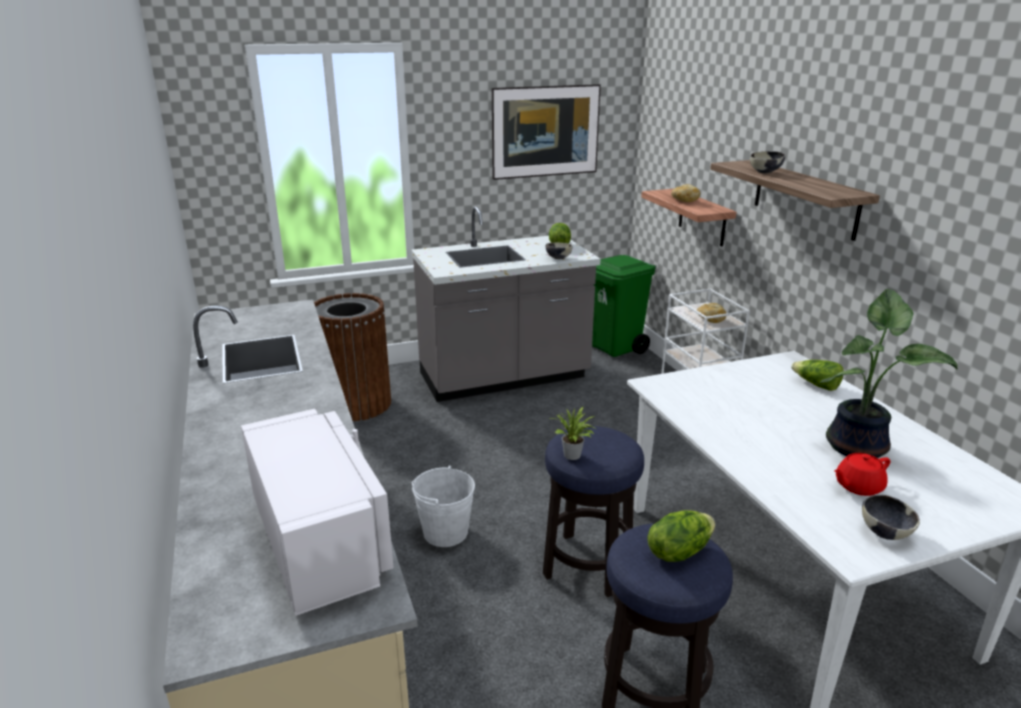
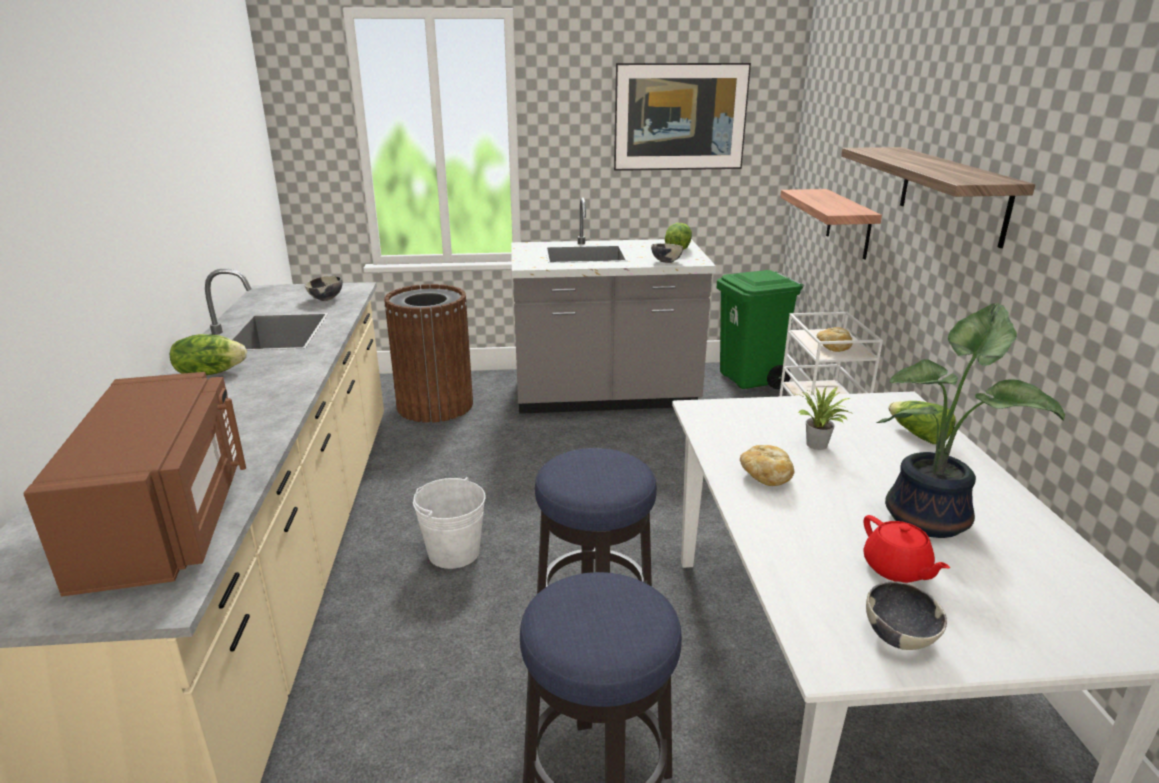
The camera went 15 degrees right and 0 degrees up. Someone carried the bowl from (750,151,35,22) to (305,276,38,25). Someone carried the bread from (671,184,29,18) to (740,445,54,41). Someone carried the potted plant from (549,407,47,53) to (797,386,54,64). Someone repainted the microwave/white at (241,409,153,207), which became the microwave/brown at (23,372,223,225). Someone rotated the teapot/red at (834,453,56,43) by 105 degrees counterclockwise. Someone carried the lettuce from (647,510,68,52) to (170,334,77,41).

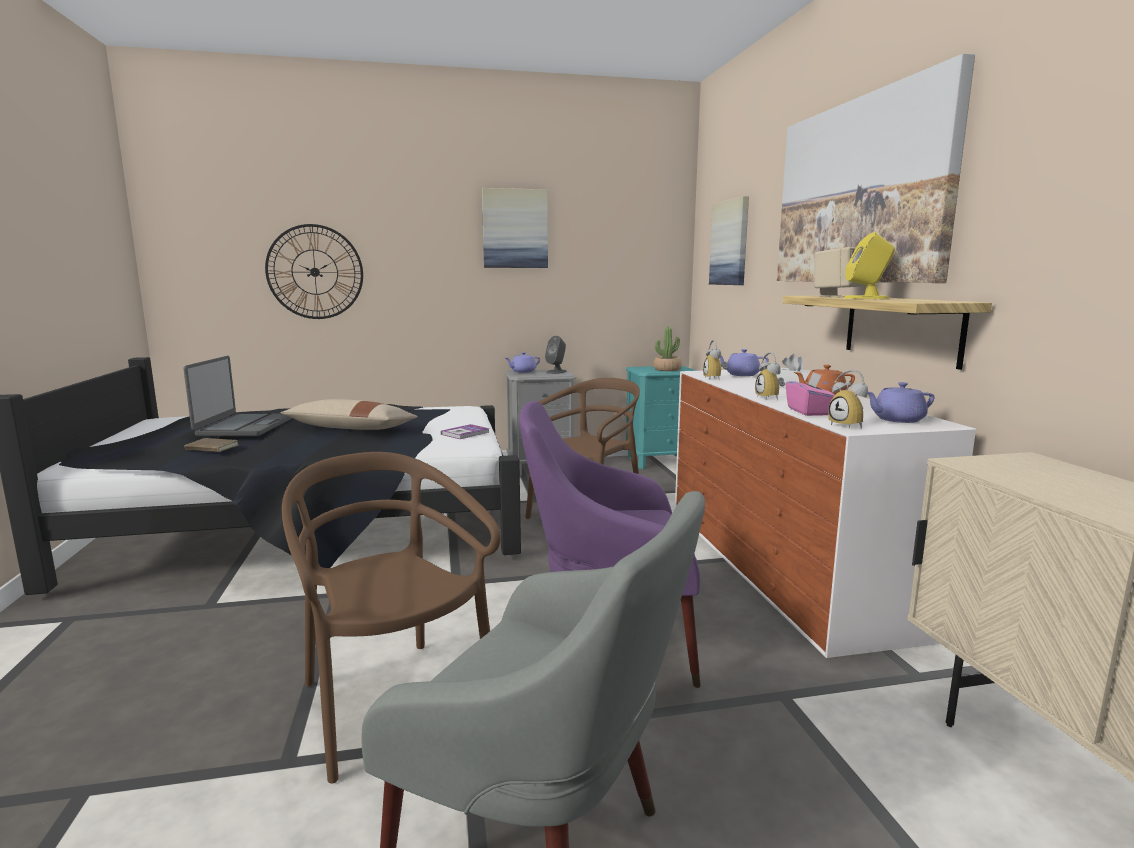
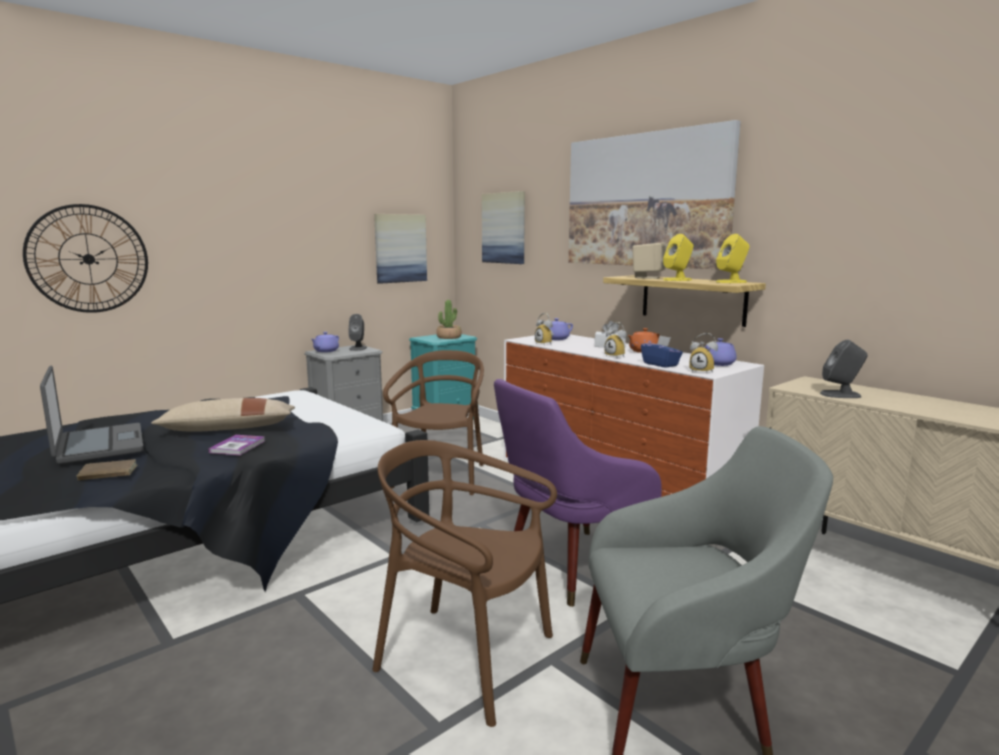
The camera went 30 degrees left and 0 degrees up. Someone carried the picture from (482,188,66,80) to (374,214,53,70). Someone repainted the tissue box/pink at (786,372,49,44), which became the tissue box/blue at (641,335,42,33). Someone carried the book from (441,424,49,15) to (208,435,57,20). Someone put down the speaker/yellow at (716,234,33,49). Someone put down the speaker/grey at (820,340,48,58).

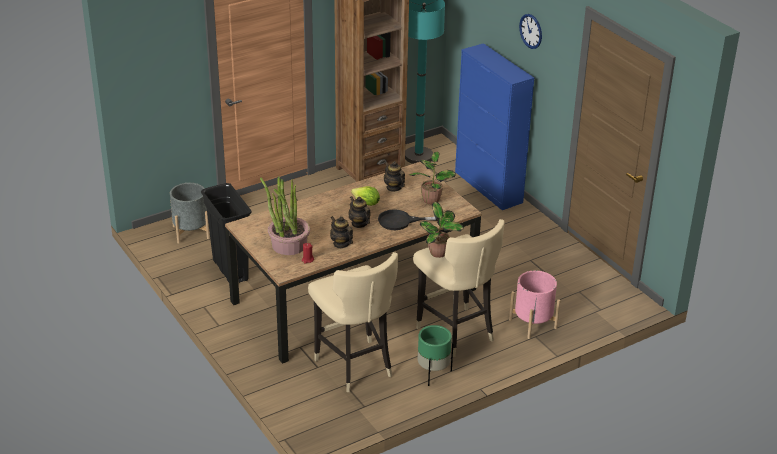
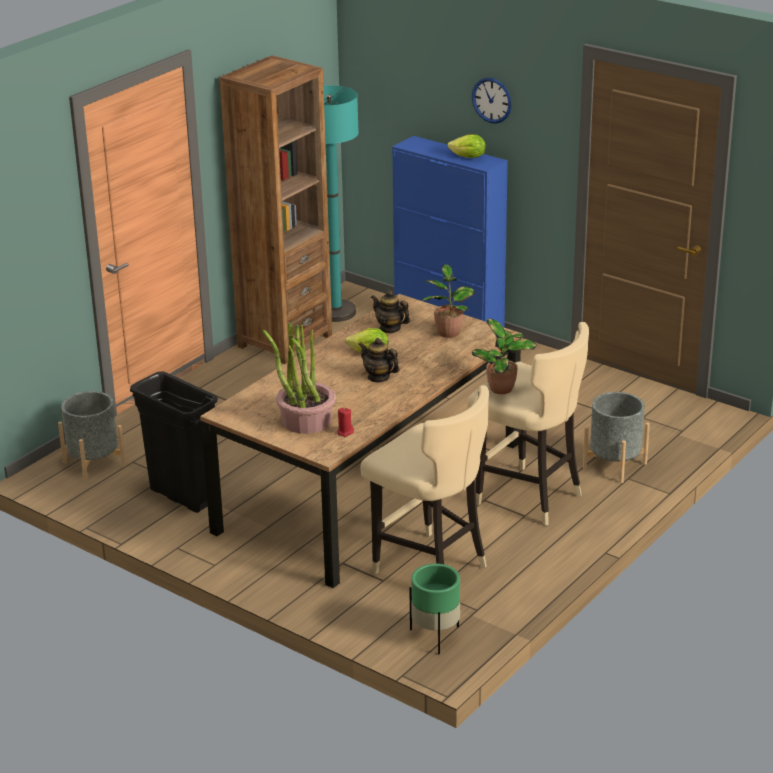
The camera went 20 degrees left and 5 degrees down. Someone took away the frying pan/black at (378,209,61,21). Someone took away the teapot at (330,216,23,32). Someone repainted the planter/pink at (509,270,51,69), which became the planter/grey at (583,392,67,91). Someone carried the planter/green from (418,325,35,61) to (409,564,51,90). Someone put down the lettuce at (447,134,39,24).

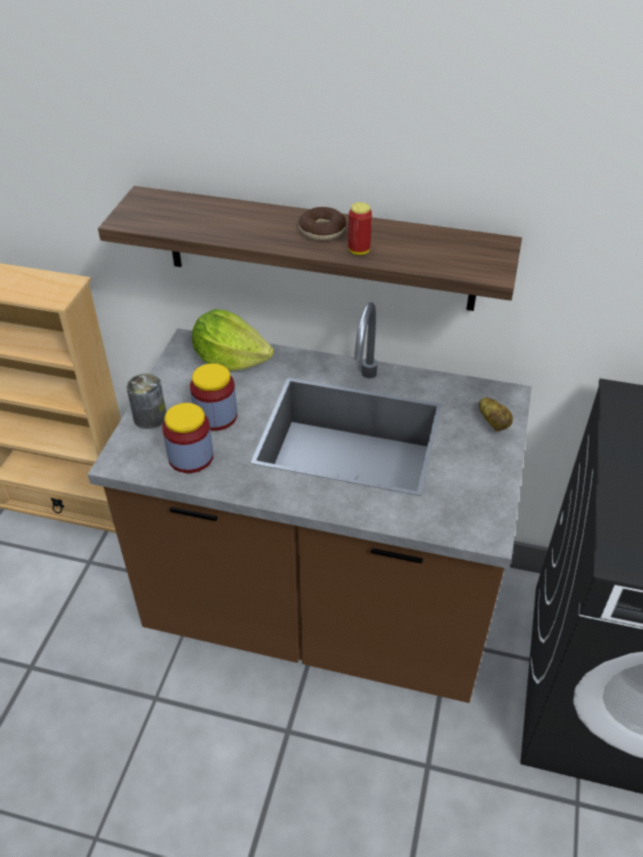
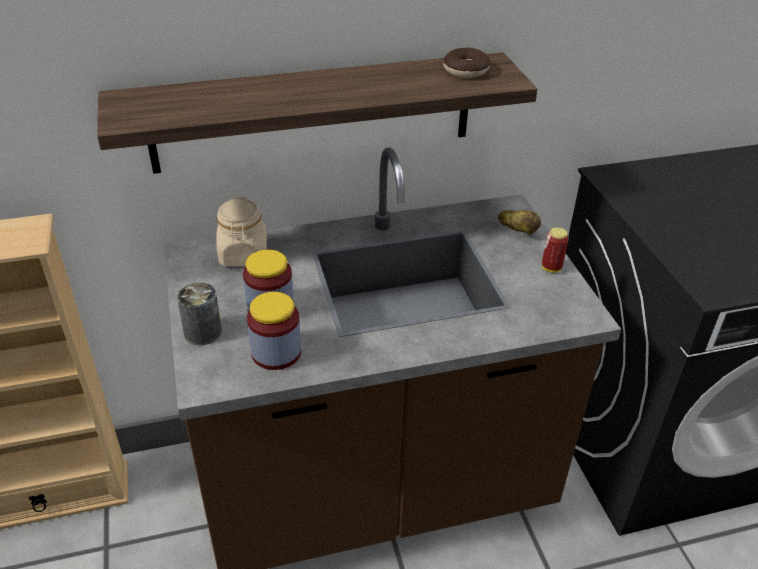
The camera went 30 degrees left and 5 degrees down. Someone carried the can from (348,202,24,53) to (542,227,27,46). Someone carried the donut from (299,207,47,33) to (443,48,47,30). Someone swapped the lettuce at (192,309,82,62) for the jar/beige at (216,197,51,70).

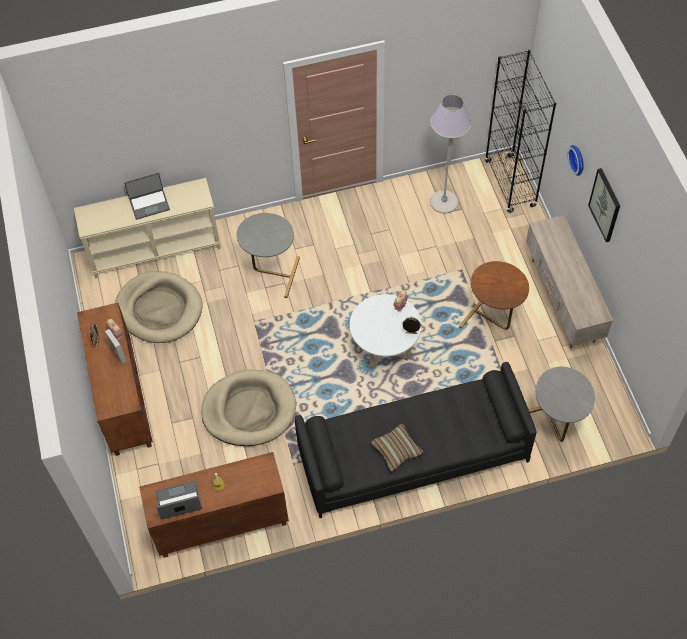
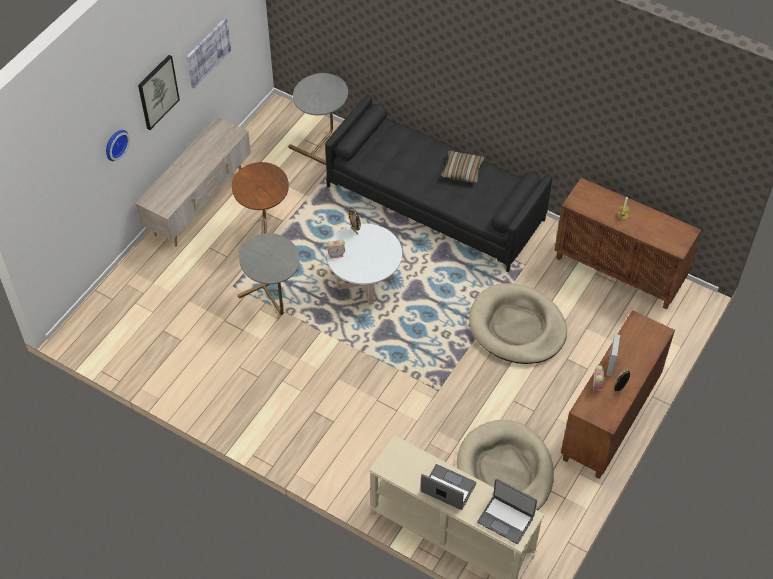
The camera went 135 degrees left and 5 degrees down. Someone took away the bookcase/black at (485,50,71,163). Someone took away the floor lamp/grey at (430,95,42,118). Someone carried the side table/grey from (237,213,63,85) to (237,233,63,82). Someone carried the laptop from (156,481,46,39) to (477,479,60,65). Someone put up the picture at (187,18,44,70).

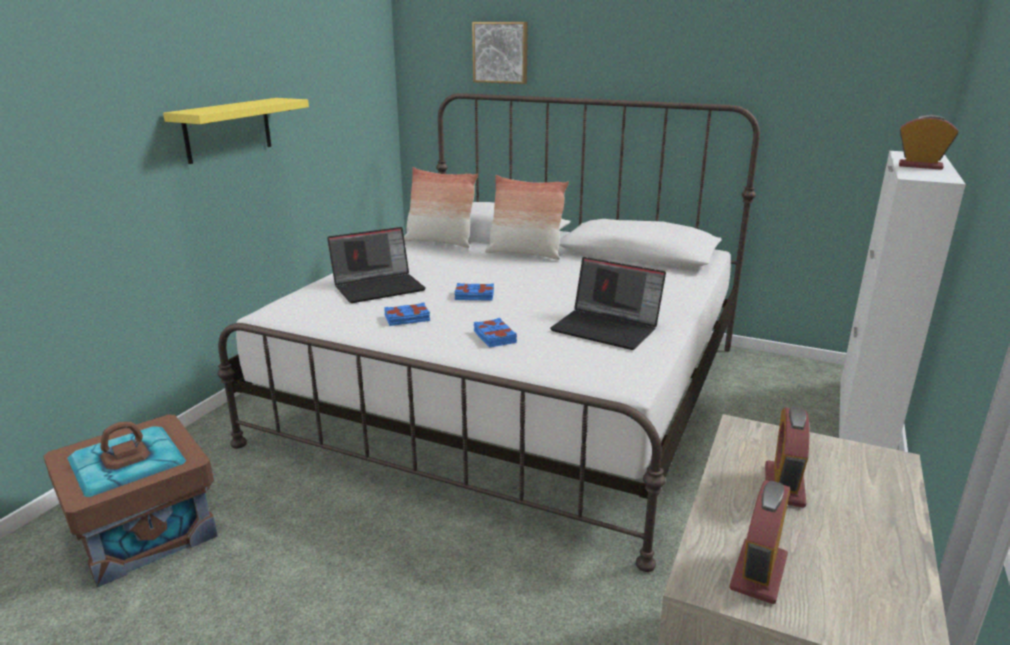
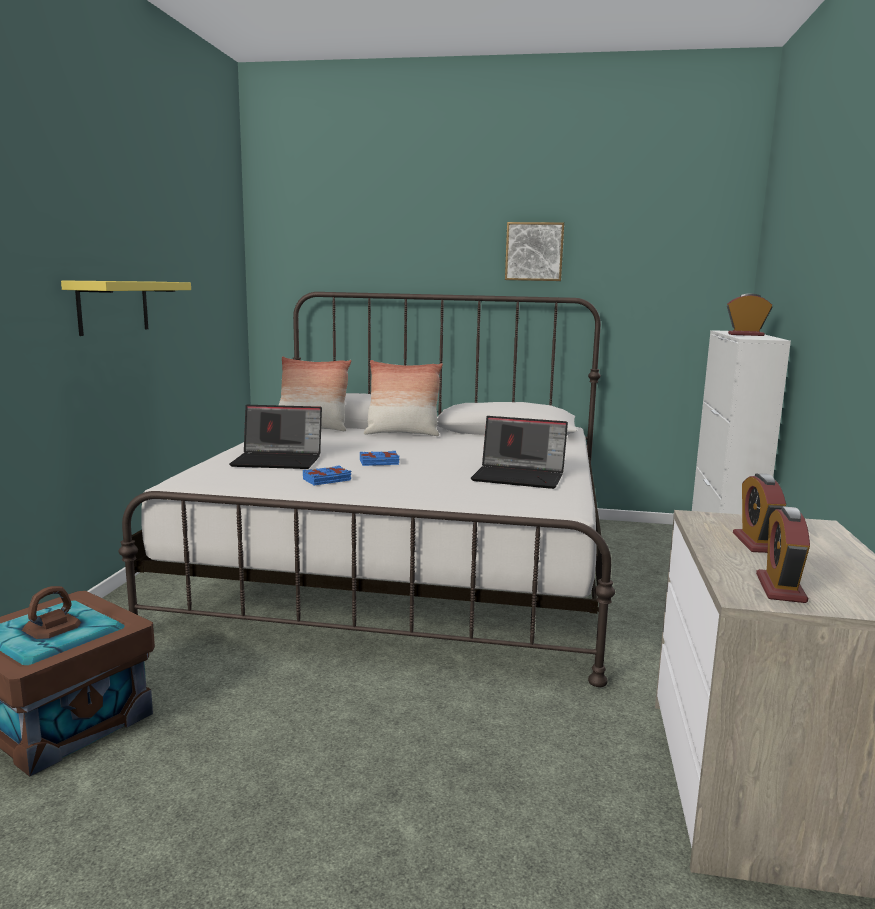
The camera went 15 degrees left and 10 degrees down. Someone carried the picture from (472,22,56,62) to (505,222,59,59). Someone rotated the laptop at (327,227,99,76) by 45 degrees clockwise. Someone took away the book/blue at (474,318,43,30).

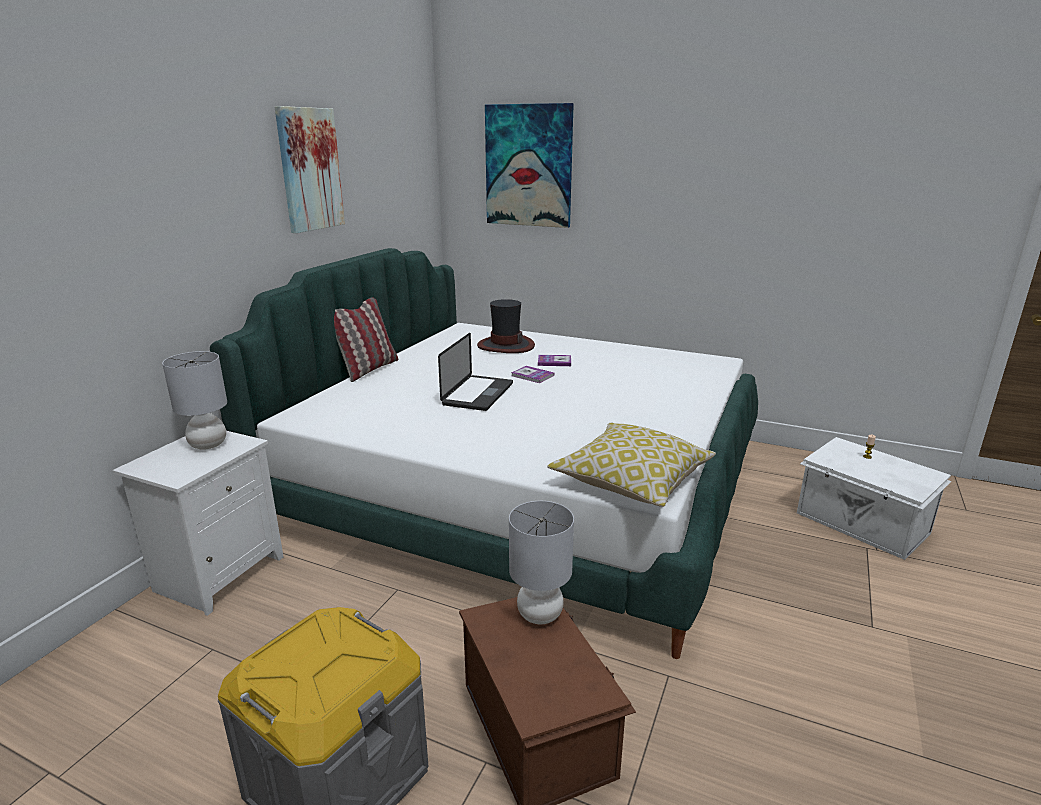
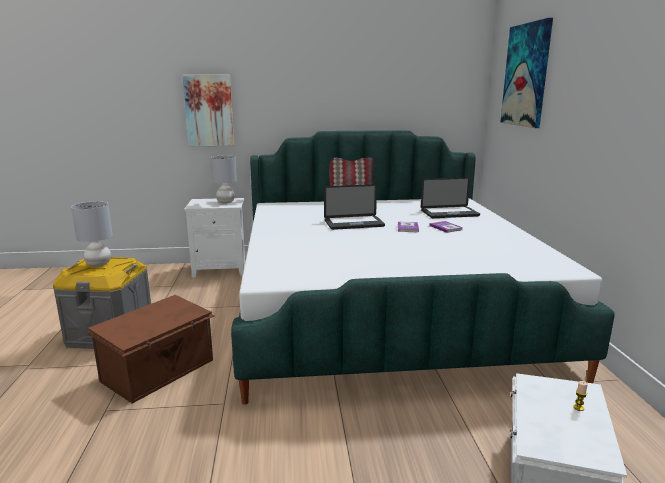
The camera went 60 degrees right and 5 degrees down. Someone carried the picture from (275,106,70,127) to (182,75,52,71). Someone swapped the hat at (477,299,58,54) for the laptop at (421,177,59,41). Someone took away the pillow at (547,423,169,84). Someone carried the table lamp/grey from (509,501,65,123) to (71,201,42,65).

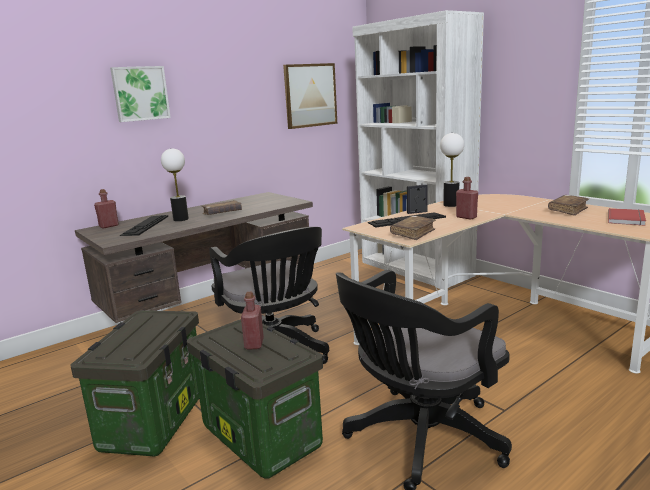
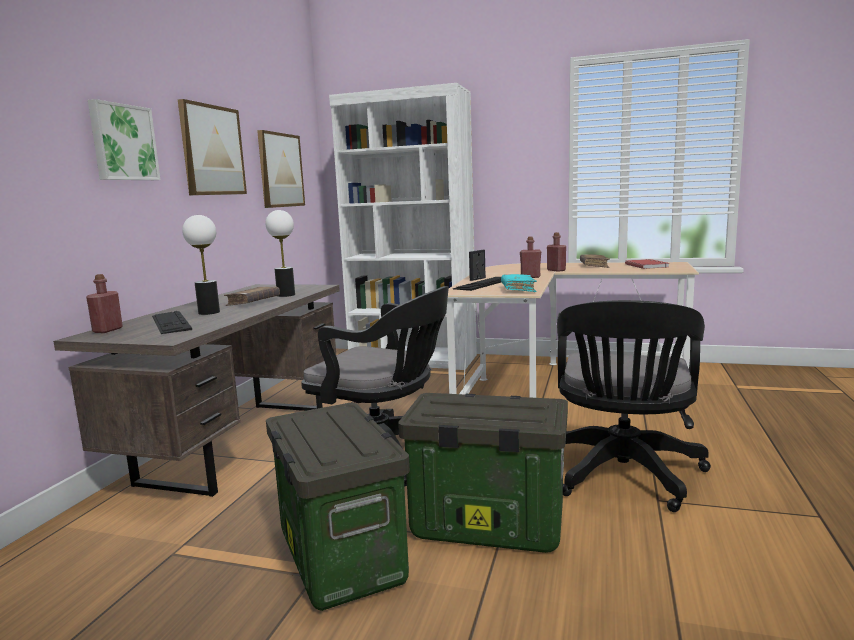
The camera went 35 degrees left and 5 degrees down. Someone carried the table lamp from (440,133,24,74) to (266,210,29,87). Someone repainted the book/brown at (390,215,46,25), which became the book/turquoise at (501,274,36,18). Someone carried the bottle/red from (241,292,23,58) to (547,232,19,40). Someone put up the picture at (178,99,69,96).

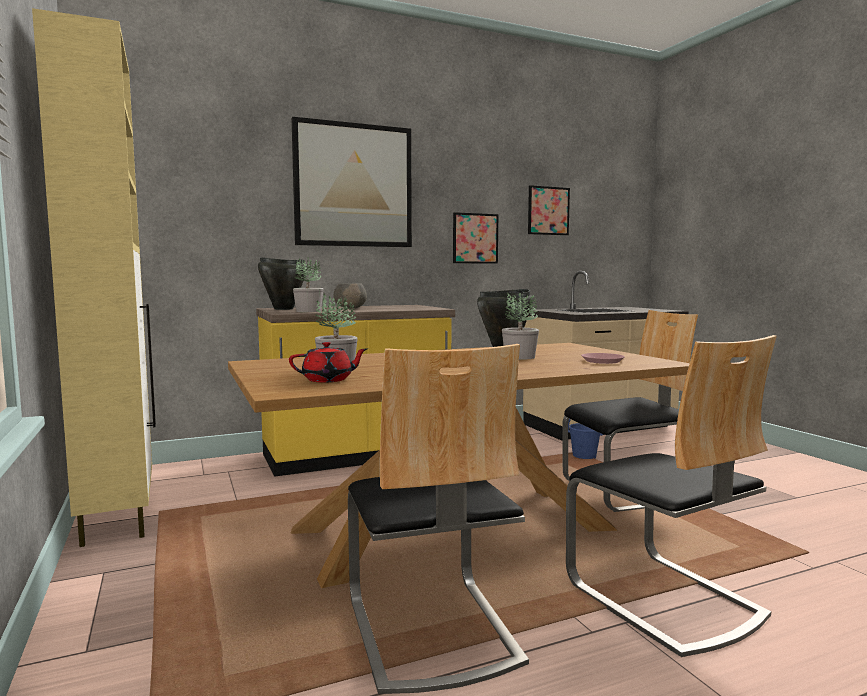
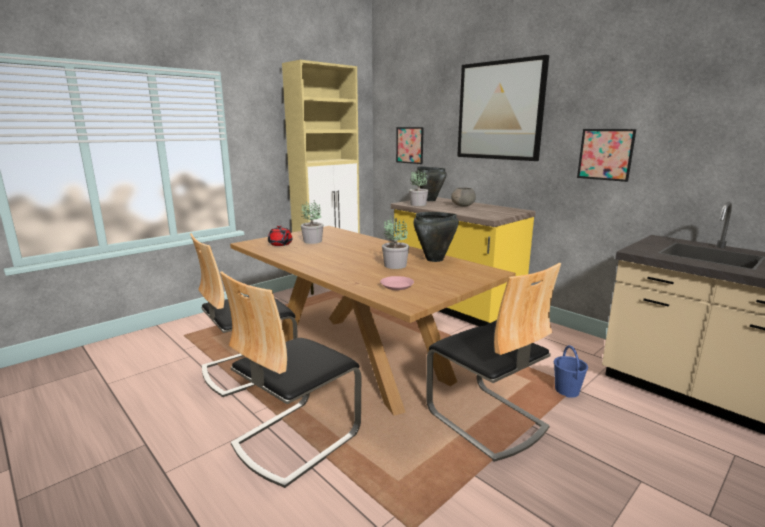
The camera went 70 degrees right and 10 degrees up. Someone carried the picture from (528,185,42,50) to (396,127,28,37).

